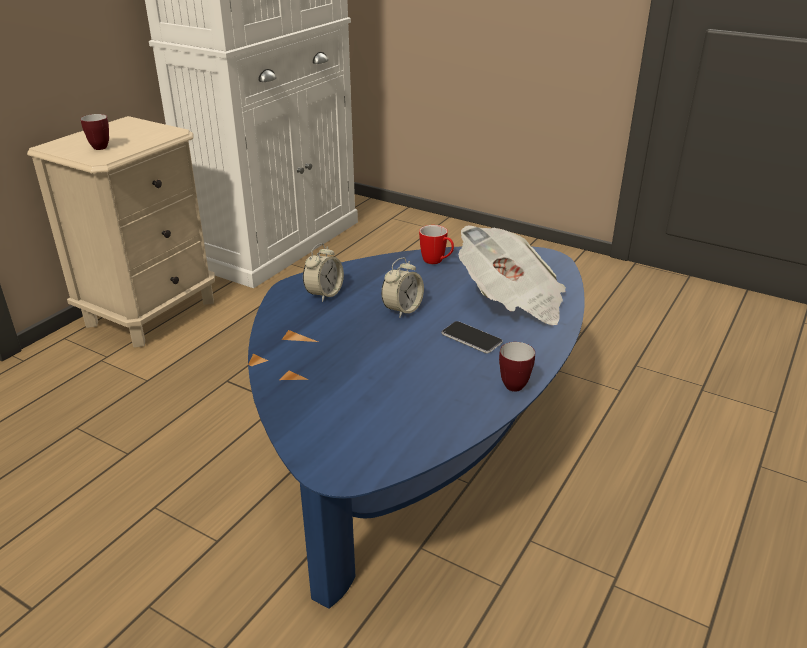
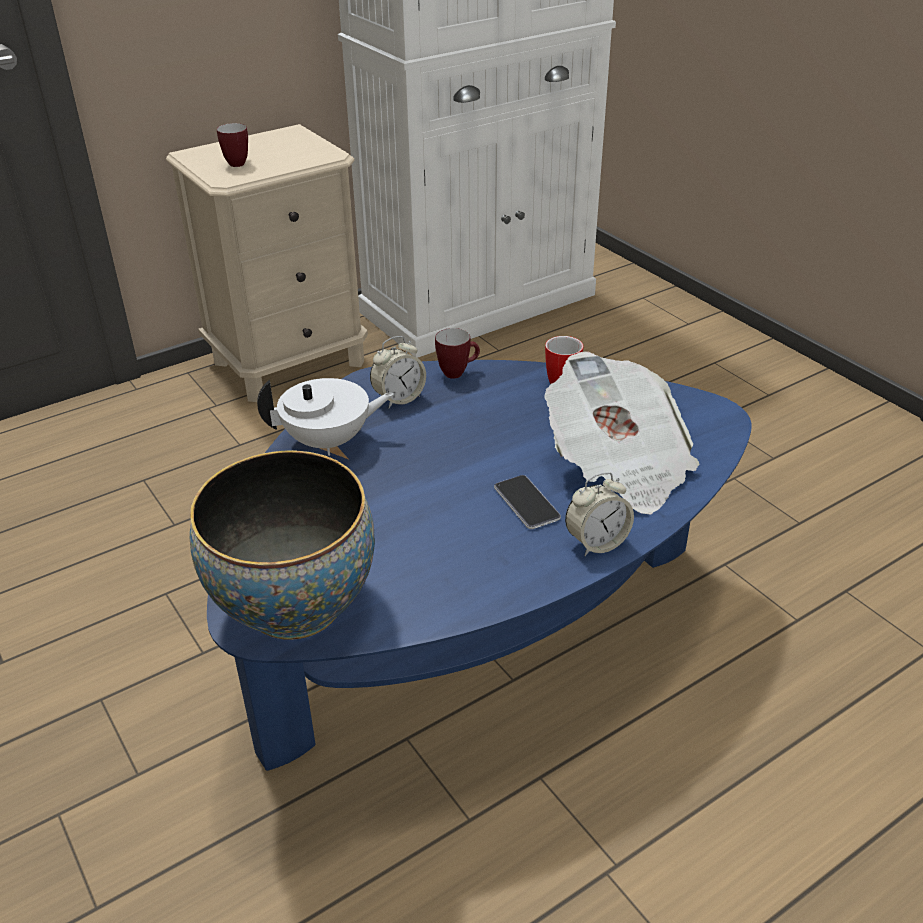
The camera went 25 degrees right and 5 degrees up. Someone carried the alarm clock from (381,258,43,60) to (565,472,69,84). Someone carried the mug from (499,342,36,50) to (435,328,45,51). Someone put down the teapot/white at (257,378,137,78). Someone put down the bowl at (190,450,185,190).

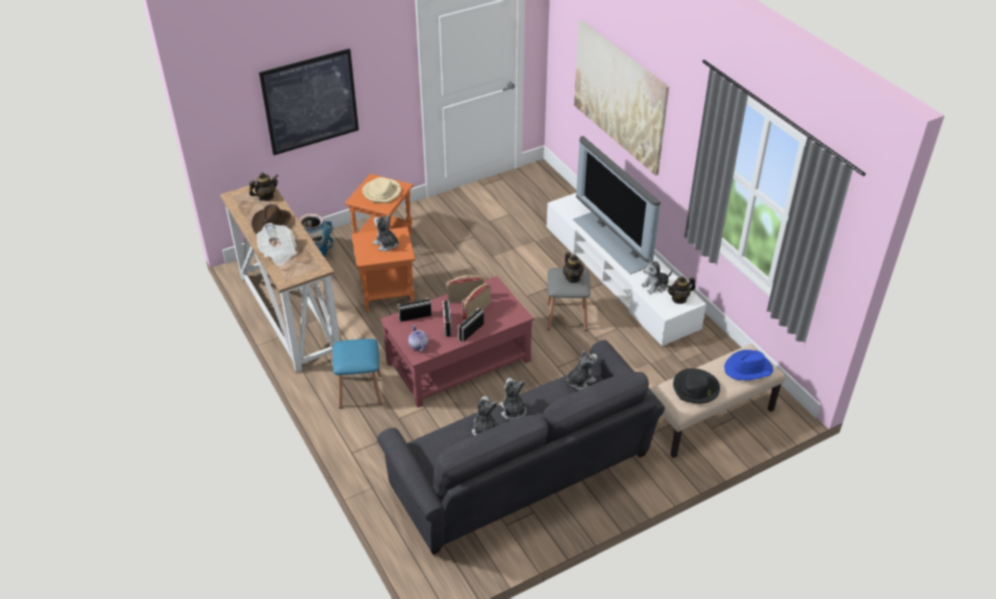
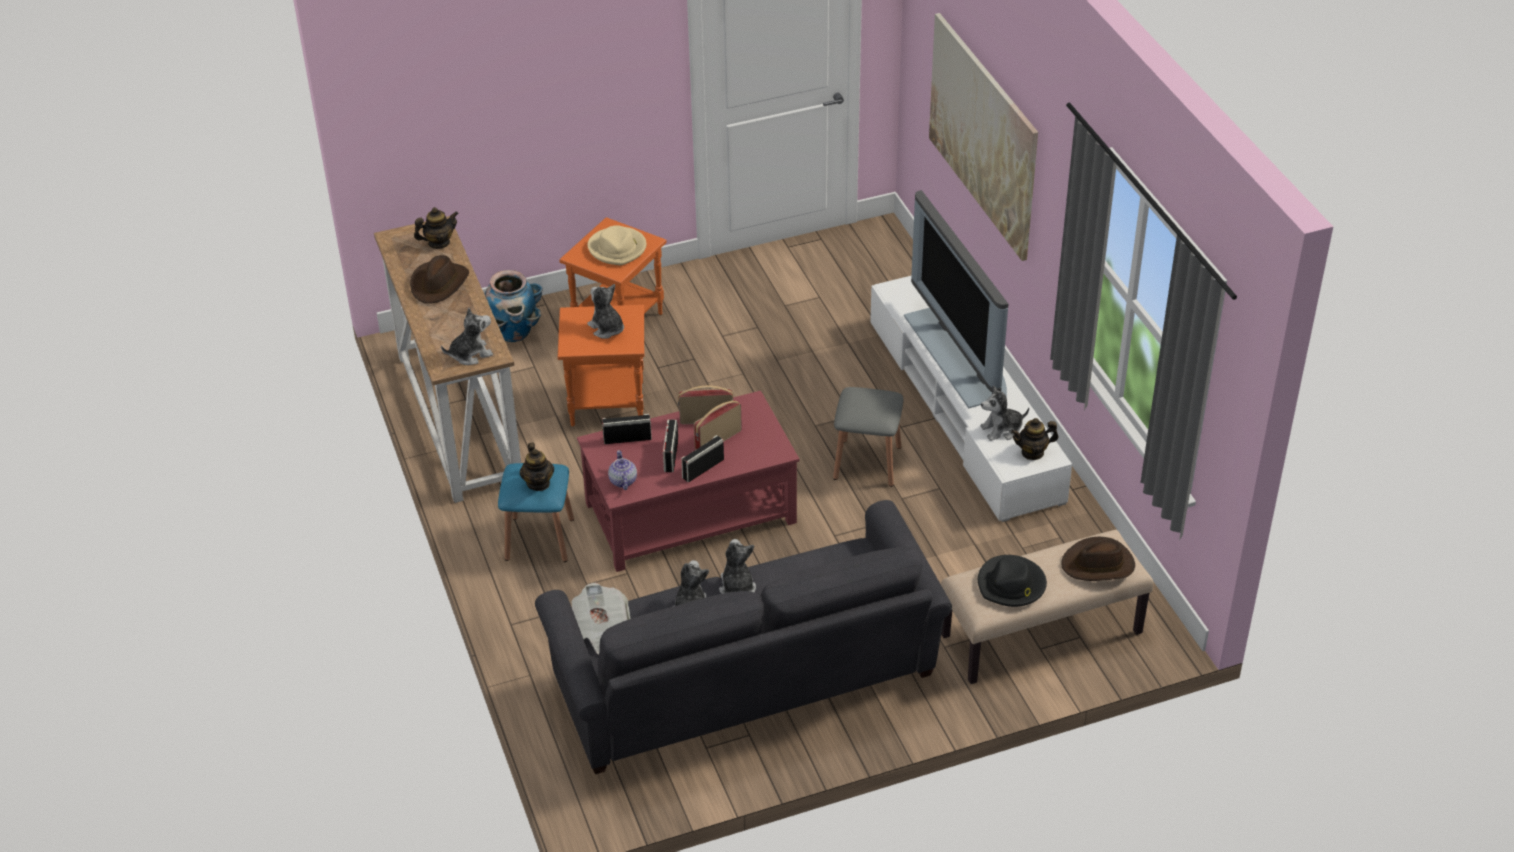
The camera went 10 degrees right and 0 degrees up. Someone took away the picture at (259,49,100,106). Someone carried the newspaper from (256,223,41,43) to (571,583,60,72). Someone carried the teapot from (563,252,21,31) to (520,443,34,48). Someone carried the plush toy from (565,350,33,40) to (441,308,52,57). Someone repainted the hat/blue at (724,350,49,30), which became the hat/brown at (1061,537,74,44).

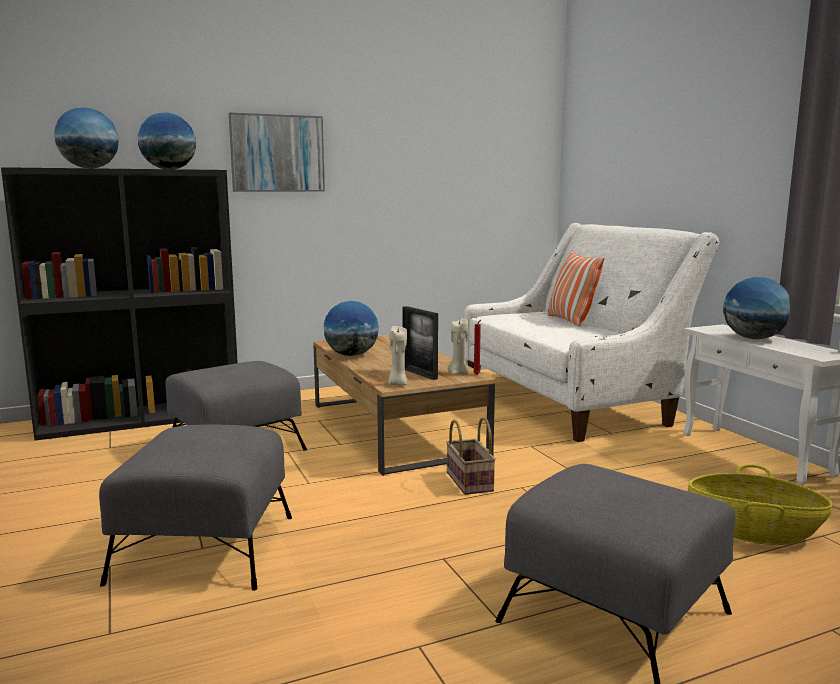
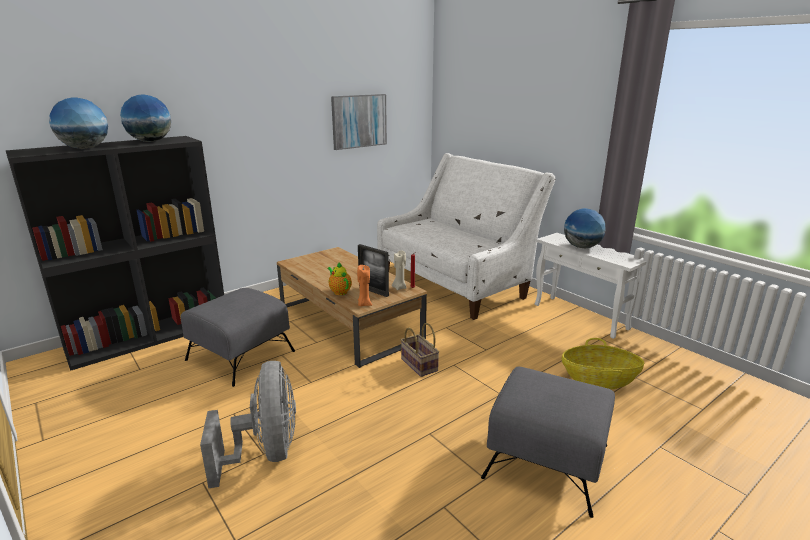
The camera went 15 degrees left and 10 degrees up. Someone carried the picture from (229,113,96,79) to (331,94,56,56). Someone took away the pillow at (547,251,58,76). Someone took away the globe at (324,301,55,55). Someone repainted the candle/beige at (388,326,20,59), which became the candle/orange at (357,265,15,42). Someone swapped the ottoman/grey at (99,425,193,166) for the fan/grey at (200,361,96,127). Someone put down the teapot at (327,262,25,33).

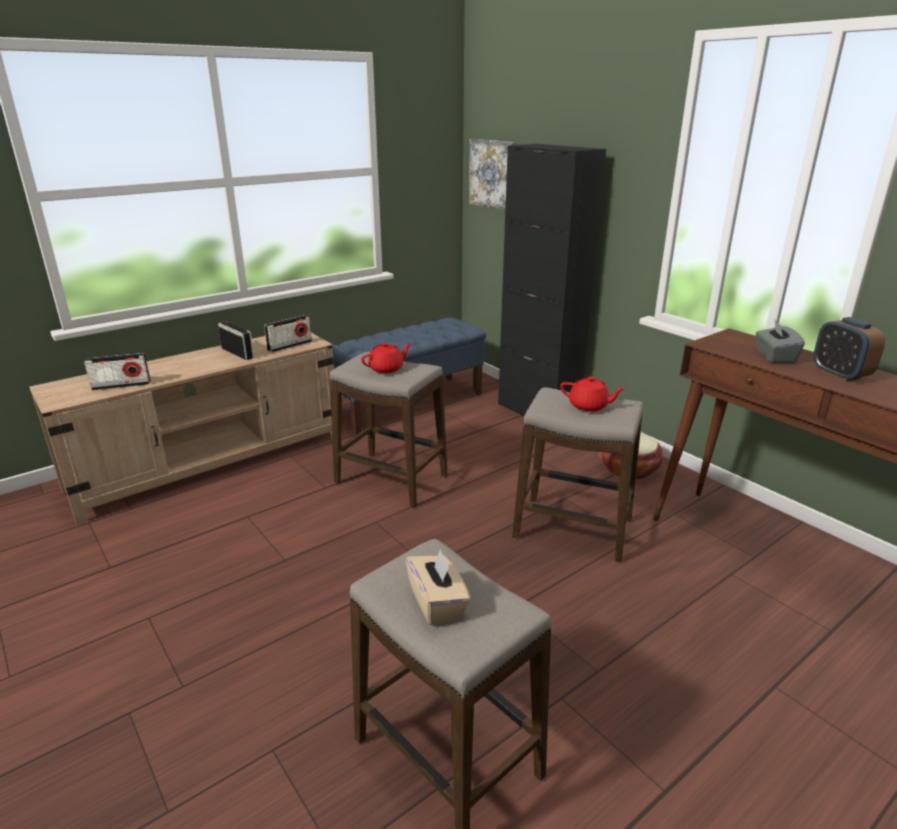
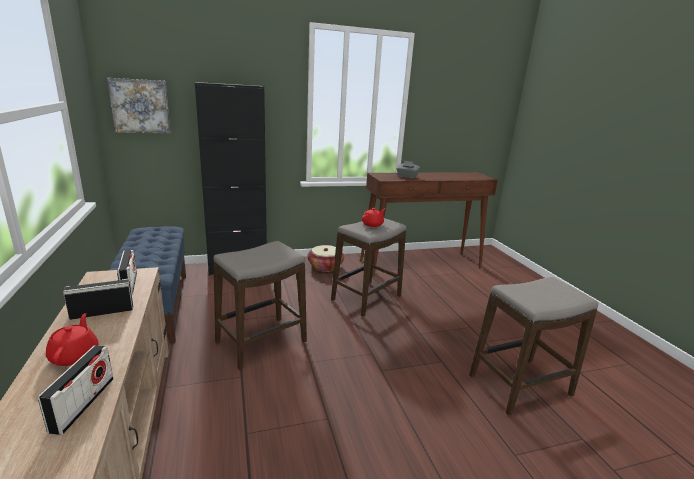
The camera went 70 degrees left and 5 degrees down. Someone took away the alarm clock at (814,317,71,65). Someone carried the teapot/red from (361,343,51,30) to (46,313,52,53). Someone took away the tissue box/beige at (406,548,65,78).

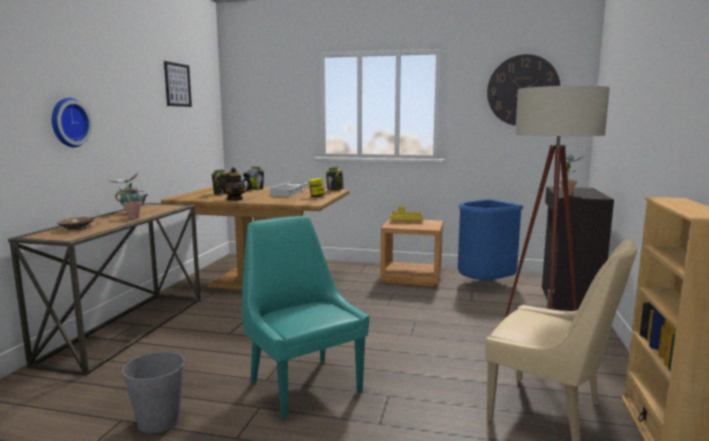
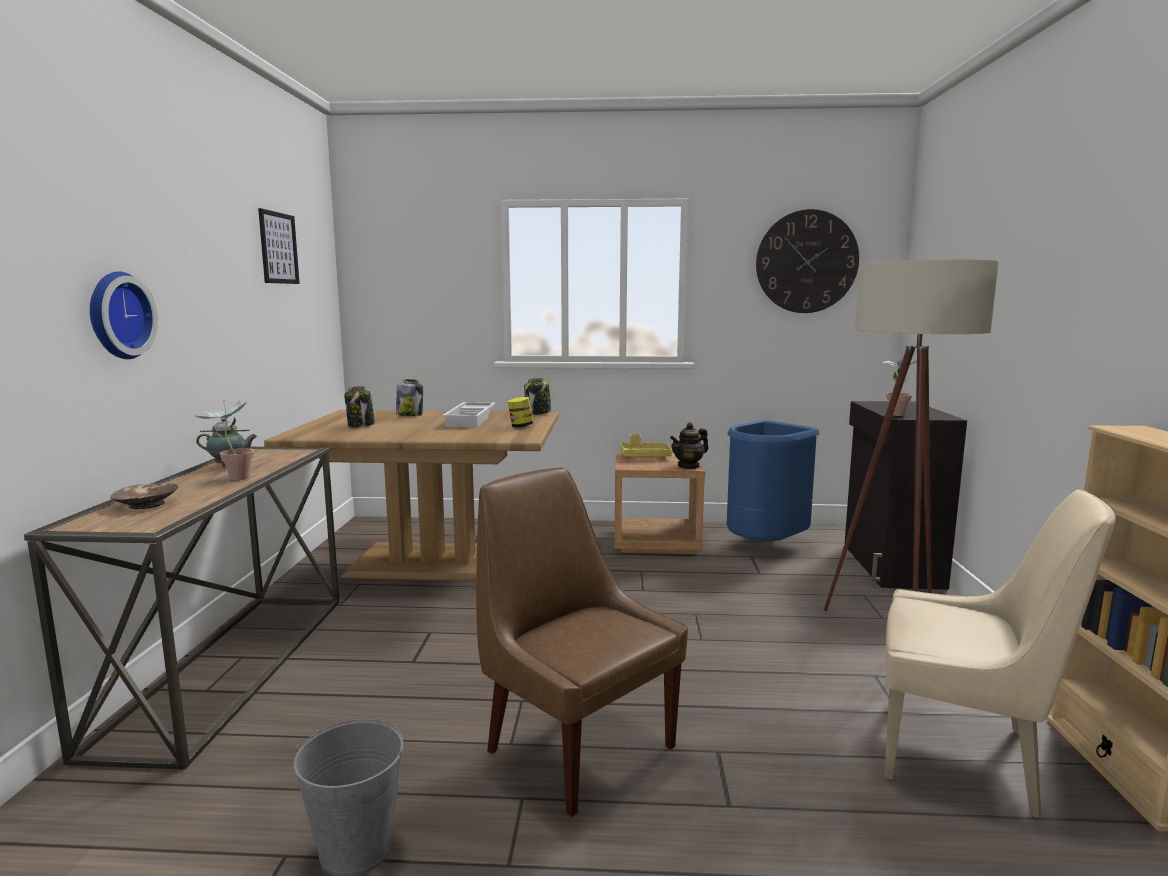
The camera went 10 degrees left and 0 degrees up. Someone carried the teapot from (216,167,37,34) to (670,422,39,47). Someone repainted the chair/turquoise at (242,216,127,203), which became the chair/brown at (476,468,212,349).

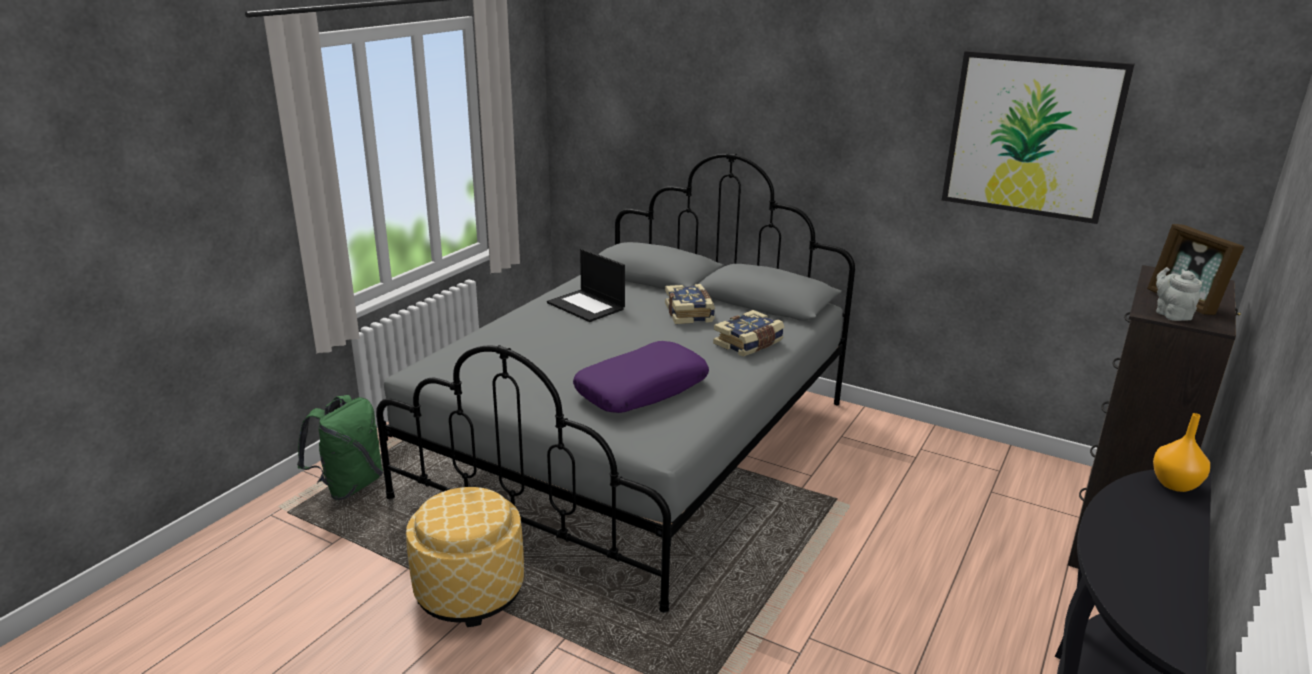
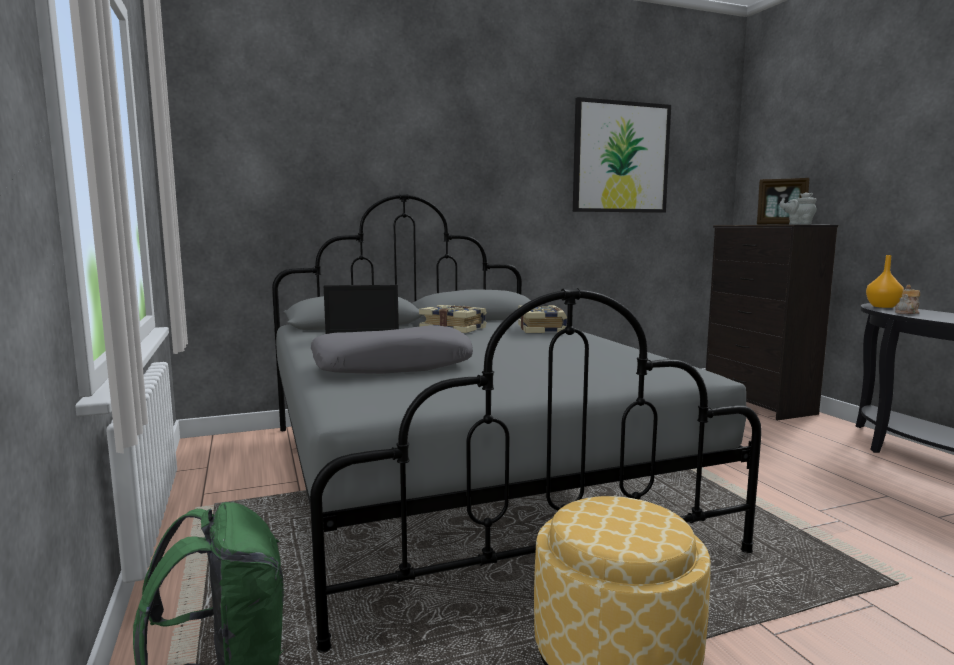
The camera went 50 degrees left and 15 degrees down. Someone took away the pillow/purple at (573,341,136,72). Someone put down the teapot at (895,285,25,29). Someone put down the pillow/grey at (311,325,162,49).

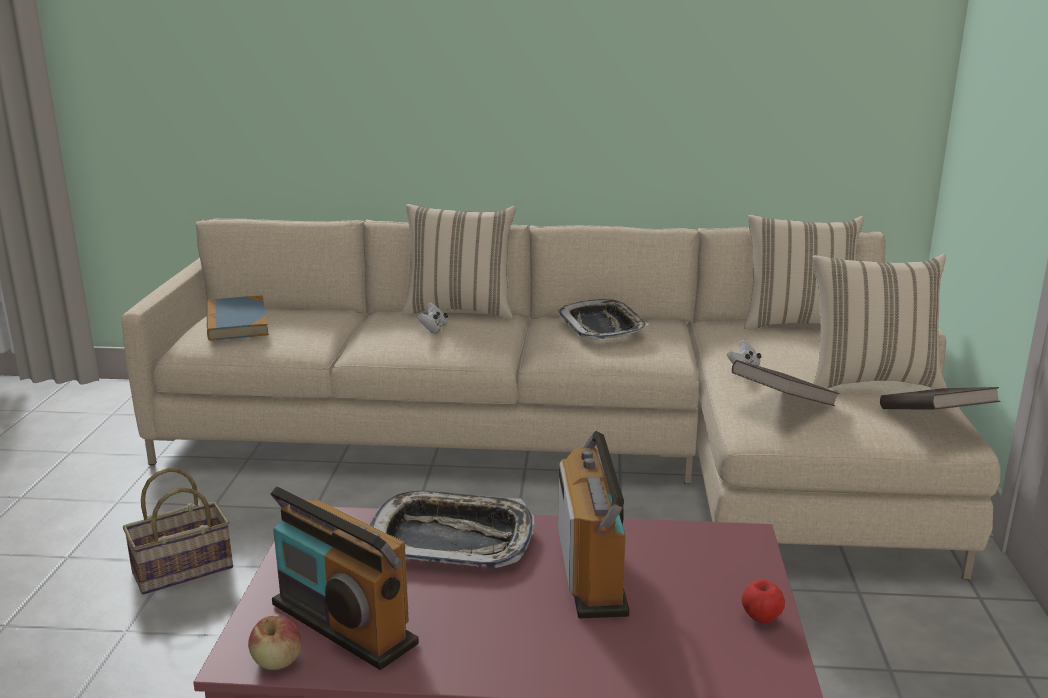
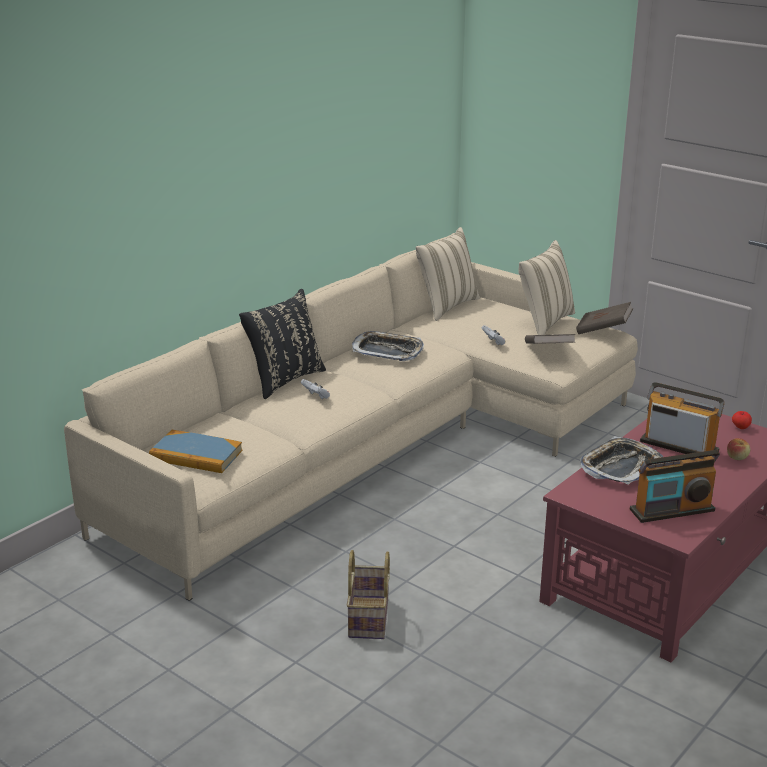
The camera went 55 degrees left and 5 degrees up. Someone repainted the pillow/beige at (402,204,114,115), which became the pillow/black at (239,289,87,110). Someone carried the apple from (248,616,54,54) to (727,438,23,22).

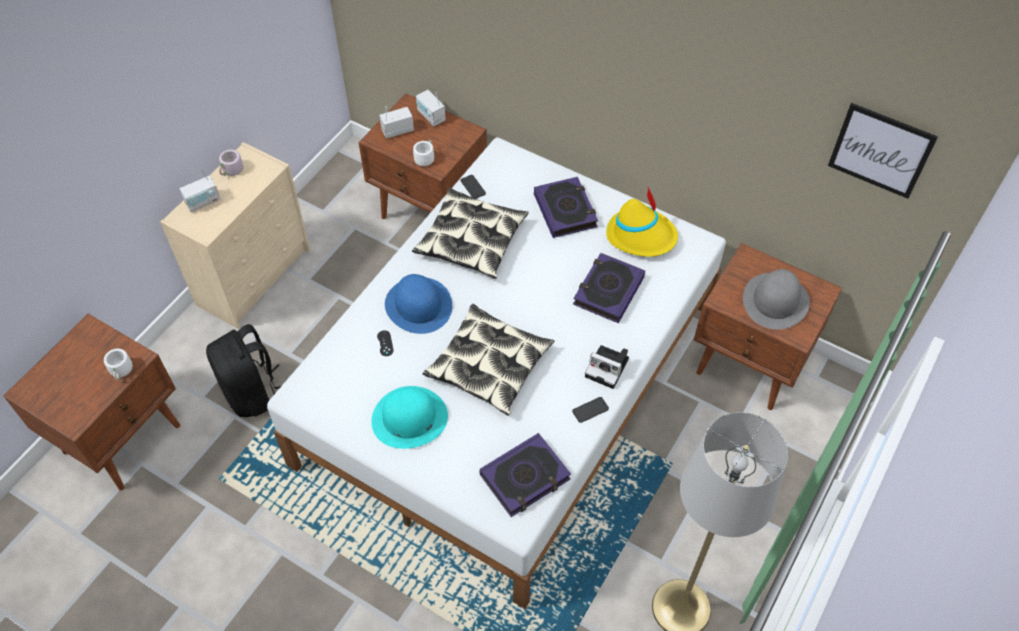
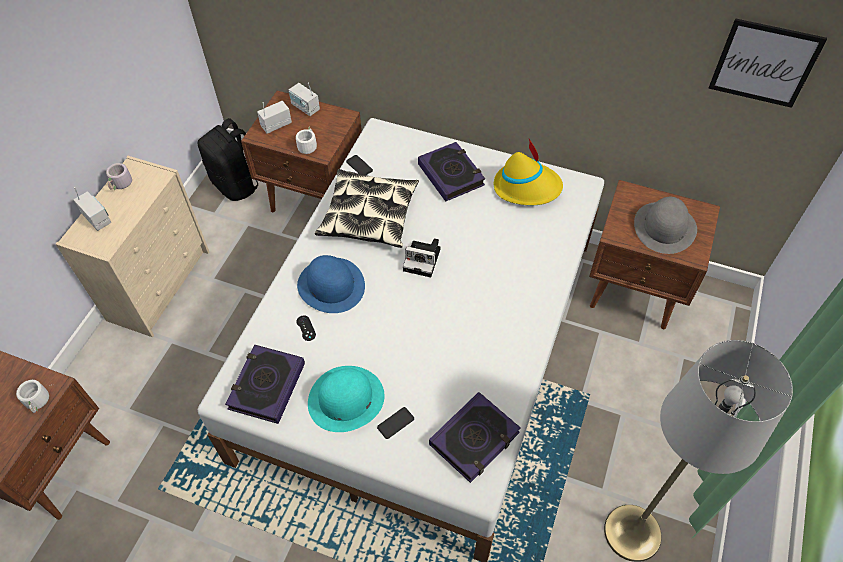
The camera went 10 degrees left and 0 degrees up. Someone rotated the radio at (179,169,42,43) by 90 degrees counterclockwise. Someone carried the book from (573,253,72,70) to (225,344,80,80). Someone took away the pillow at (422,304,133,112). Someone carried the backpack/black from (206,324,75,93) to (198,118,60,83). Someone carried the photo camera from (585,345,44,44) to (403,238,37,39). Someone carried the phone from (572,397,37,26) to (377,407,37,32).

